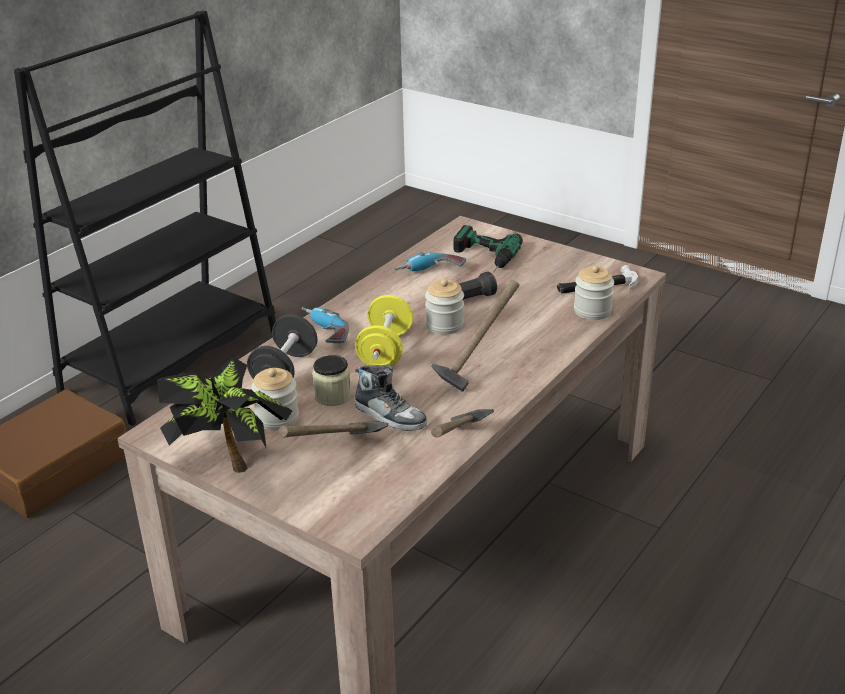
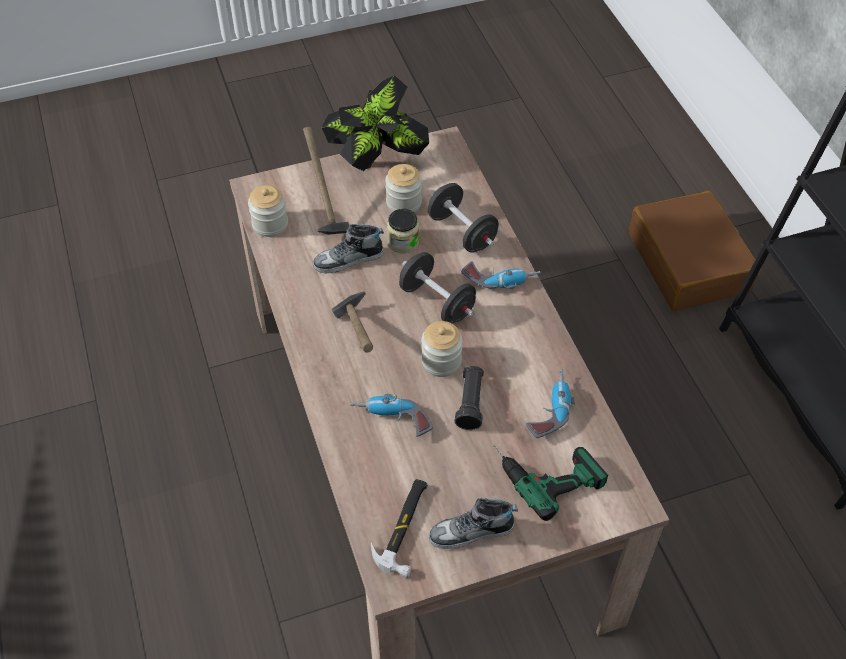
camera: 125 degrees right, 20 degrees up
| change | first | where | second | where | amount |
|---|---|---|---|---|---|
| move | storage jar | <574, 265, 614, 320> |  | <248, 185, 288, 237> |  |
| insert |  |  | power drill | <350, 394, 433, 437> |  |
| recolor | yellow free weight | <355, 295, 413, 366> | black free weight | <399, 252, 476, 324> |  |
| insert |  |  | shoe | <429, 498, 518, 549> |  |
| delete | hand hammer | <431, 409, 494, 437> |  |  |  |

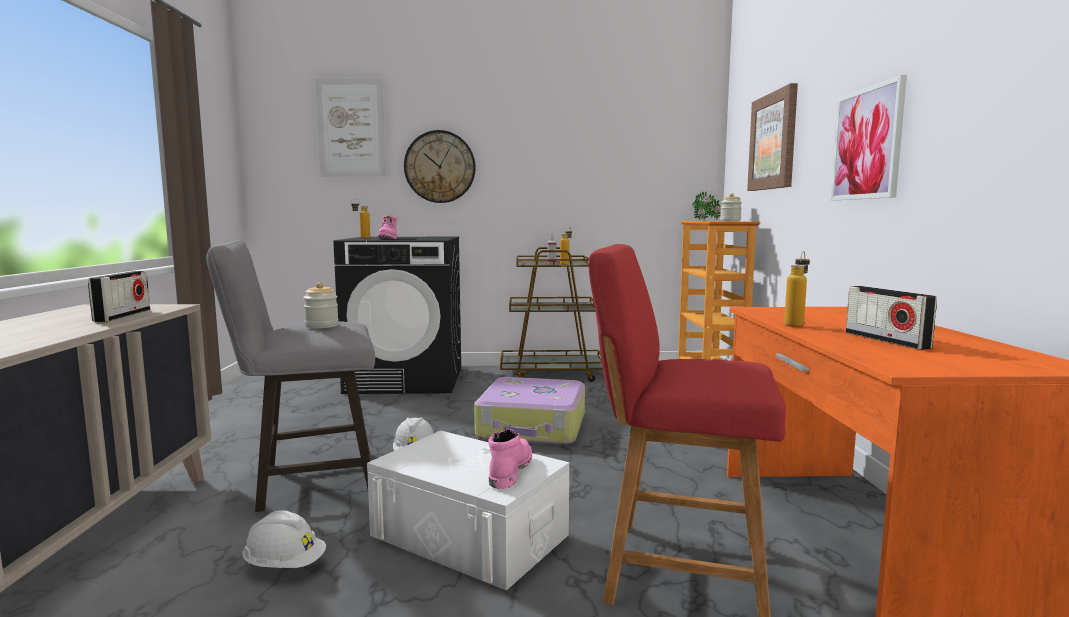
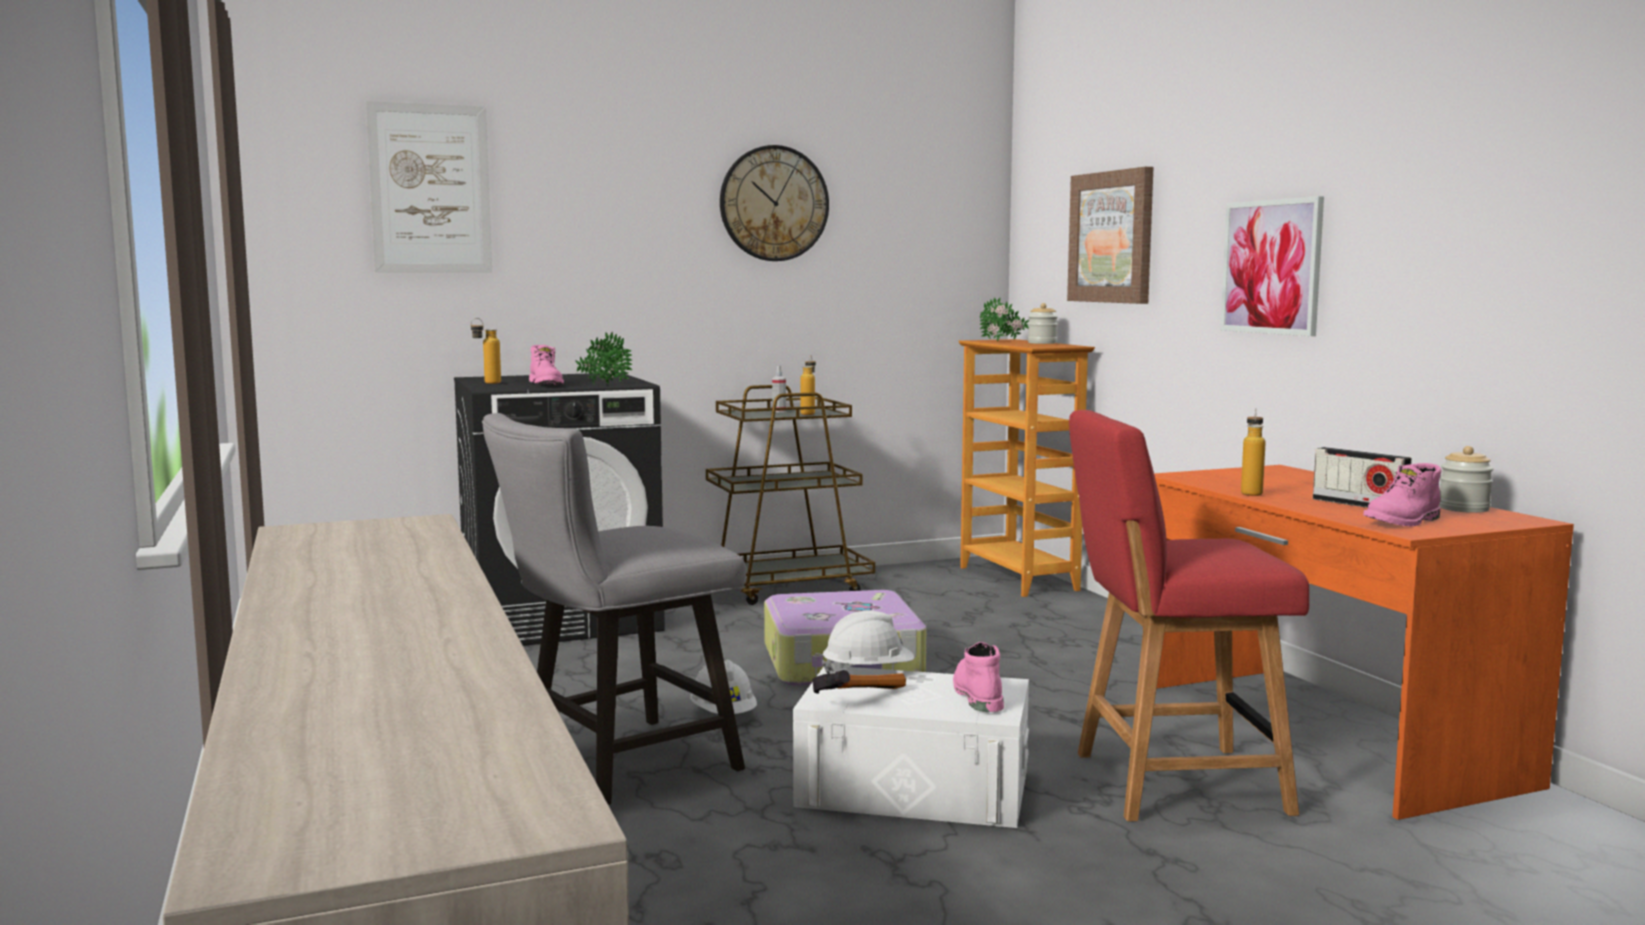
camera: 20 degrees left, 0 degrees up
| change | first | where | second | where | amount |
|---|---|---|---|---|---|
| insert |  |  | potted plant | <575, 332, 633, 384> |  |
| move | hanging clock | <404, 130, 476, 203> |  | <720, 145, 829, 261> |  |
| insert |  |  | hand hammer | <812, 670, 906, 694> |  |
| move | white safety helmet | <242, 510, 326, 568> |  | <822, 610, 914, 674> |  |
| insert |  |  | pinkish high-top boot | <1363, 463, 1442, 527> |  |
| move | storage jar | <303, 282, 339, 328> |  | <1439, 446, 1493, 513> |  |
| delete | radio receiver | <88, 271, 150, 322> |  |  |  |

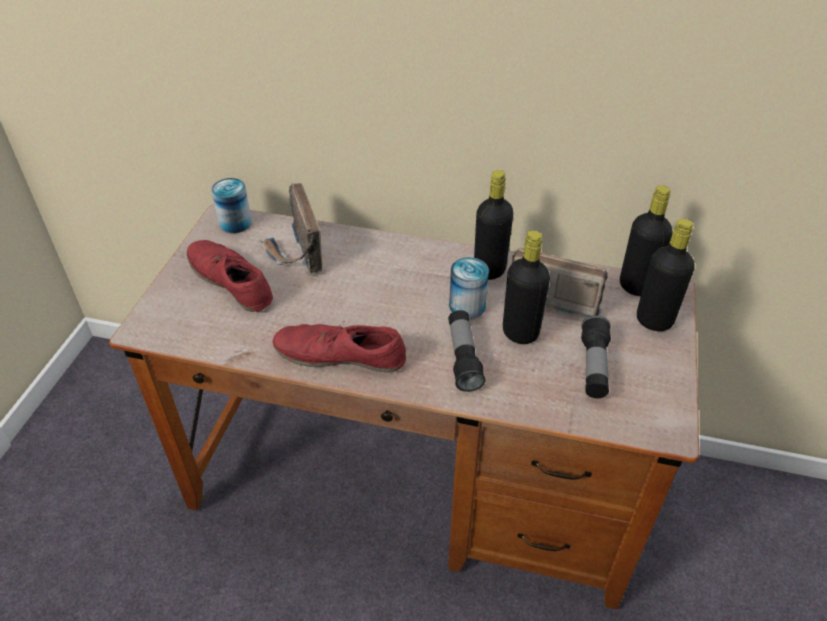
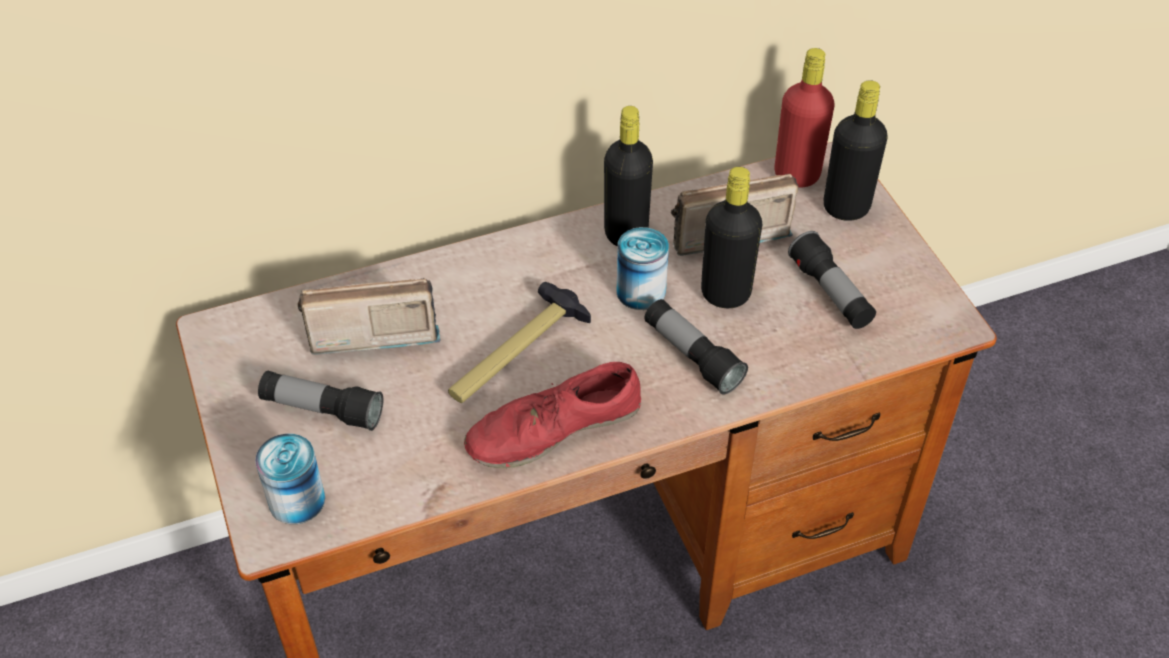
camera: 35 degrees left, 5 degrees up
| change | first | where | second | where | amount |
|---|---|---|---|---|---|
| move | can | <211, 178, 252, 233> |  | <255, 434, 325, 524> |  |
| replace | red shoe | <187, 240, 273, 312> | flashlight | <258, 371, 383, 431> |  |
| rotate | radio receiver | <260, 183, 322, 275> |  | <298, 278, 441, 355> | 135 degrees clockwise |
| insert |  |  | hand hammer | <448, 282, 591, 403> |  |
| recolor | black beverage bottle | <620, 185, 673, 296> | red beverage bottle | <774, 48, 835, 188> |  |

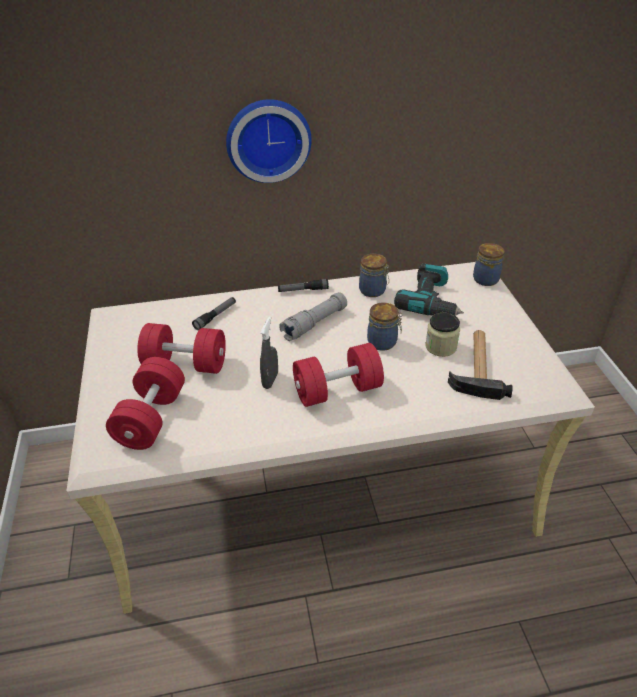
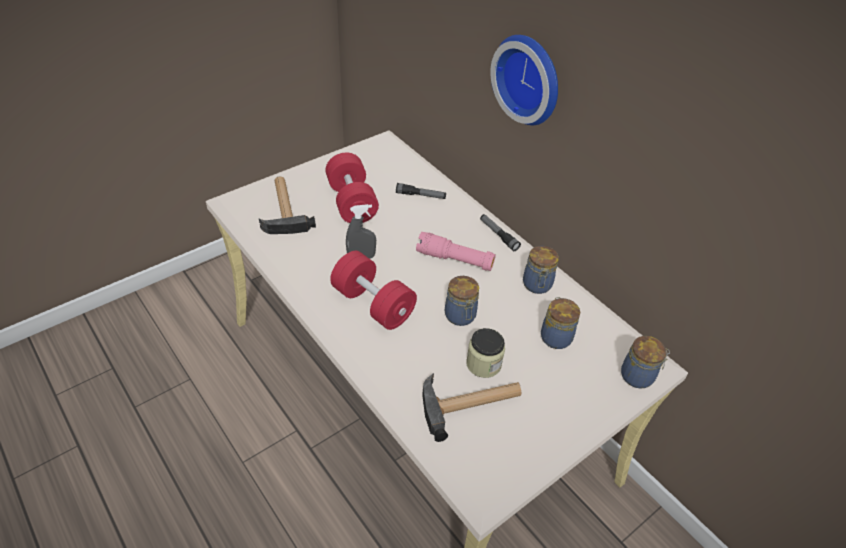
camera: 60 degrees right, 5 degrees up
| change | first | where | second | where | amount |
|---|---|---|---|---|---|
| replace | red free weight | <106, 357, 185, 450> | hand hammer | <259, 176, 316, 234> |  |
| recolor | gray flashlight | <279, 292, 347, 341> | pinkish flashlight | <416, 232, 496, 271> |  |
| replace | power drill | <394, 263, 464, 316> | storage jar | <541, 297, 580, 349> |  |

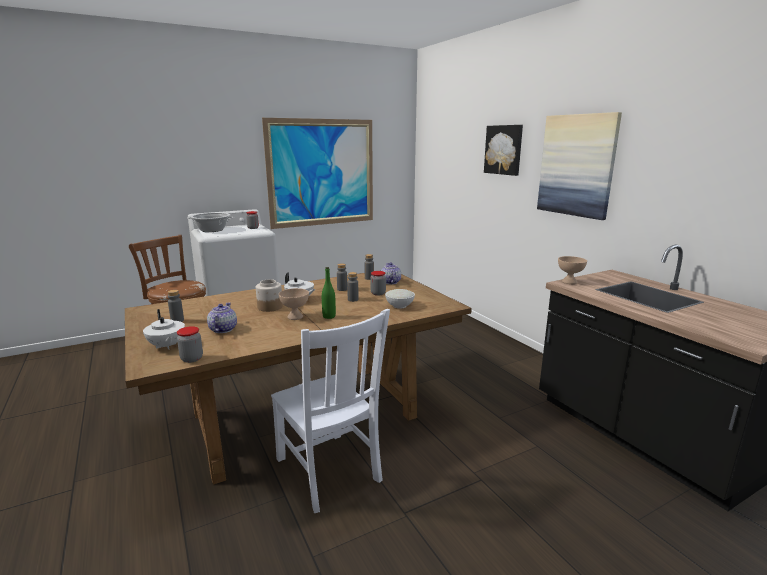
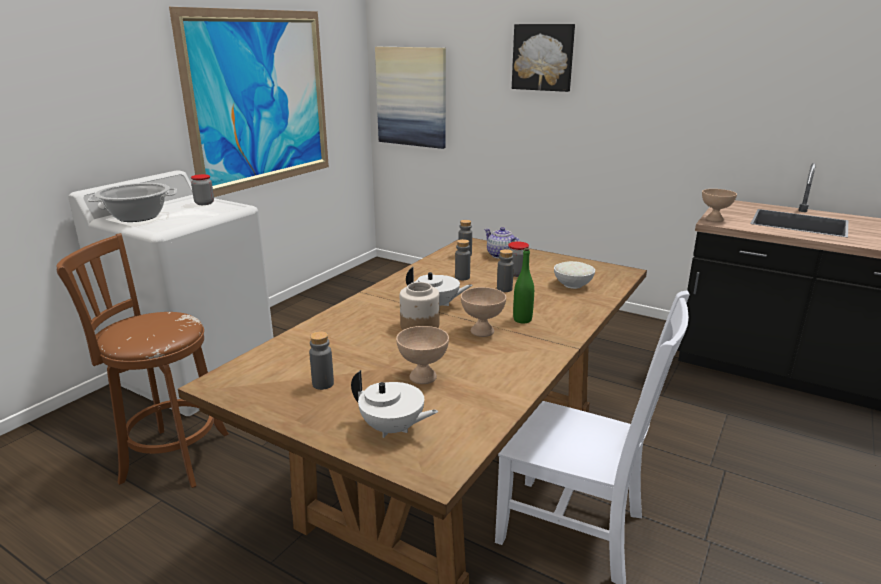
camera: 30 degrees left, 5 degrees up
| change | first | where | second | where | amount |
|---|---|---|---|---|---|
| move | wall art | <537, 112, 622, 220> |  | <375, 47, 446, 149> |  |
| replace | teapot | <207, 303, 237, 333> | beige-coloured bowl | <396, 326, 449, 384> |  |
| delete | storage jar | <177, 326, 203, 363> |  |  |  |

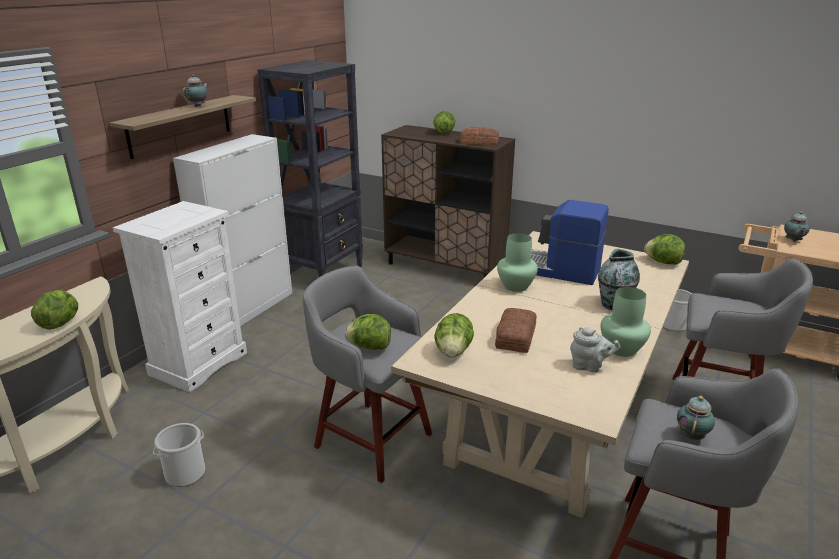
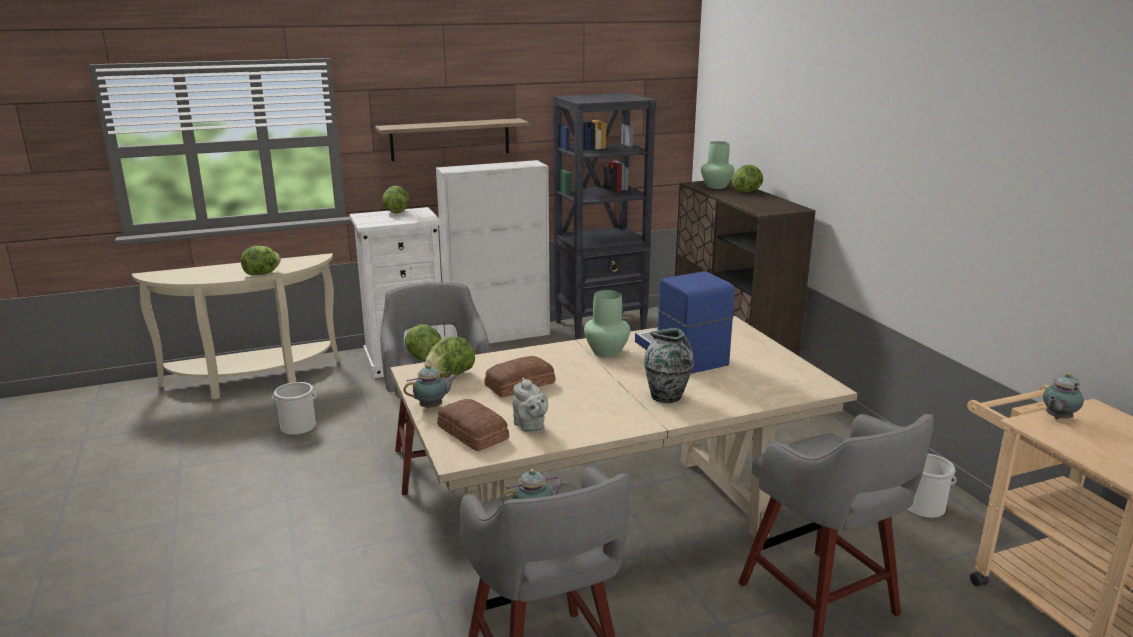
camera: 40 degrees right, 5 degrees down
| change | first | where | second | where | amount |
|---|---|---|---|---|---|
| move | lettuce | <644, 234, 685, 265> |  | <382, 186, 410, 214> |  |
| move | teapot | <183, 75, 208, 107> |  | <403, 364, 457, 408> |  |
| move | bakery bread | <460, 127, 499, 145> |  | <437, 399, 509, 452> |  |
| move | greenish flower vase | <600, 287, 651, 357> |  | <701, 141, 734, 189> |  |

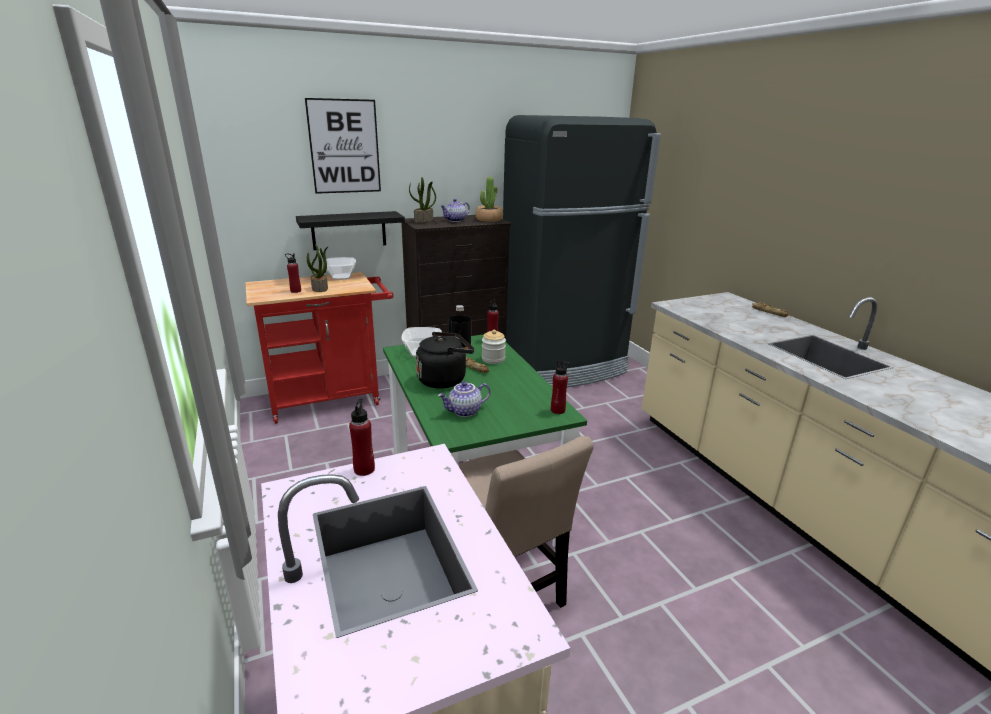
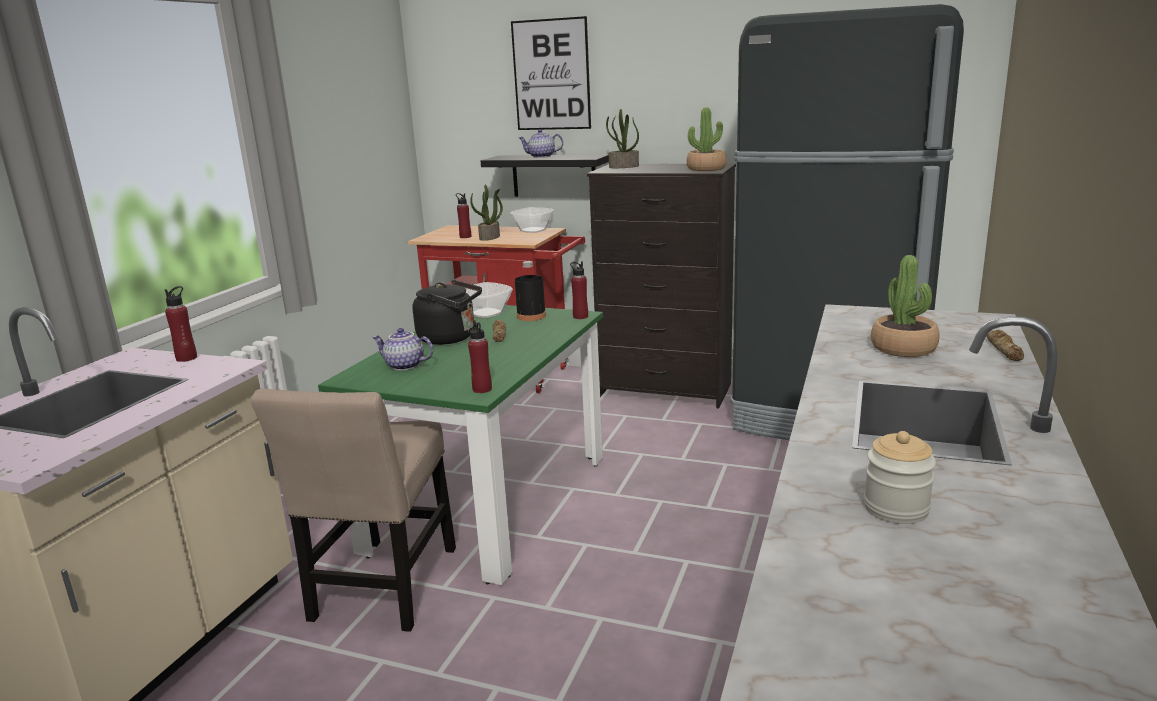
camera: 45 degrees right, 5 degrees down
| change | first | where | second | where | amount |
|---|---|---|---|---|---|
| move | teapot | <440, 199, 470, 222> |  | <519, 129, 563, 158> |  |
| move | storage jar | <482, 330, 506, 364> |  | <864, 431, 936, 524> |  |
| insert |  |  | potted plant | <871, 255, 940, 357> |  |

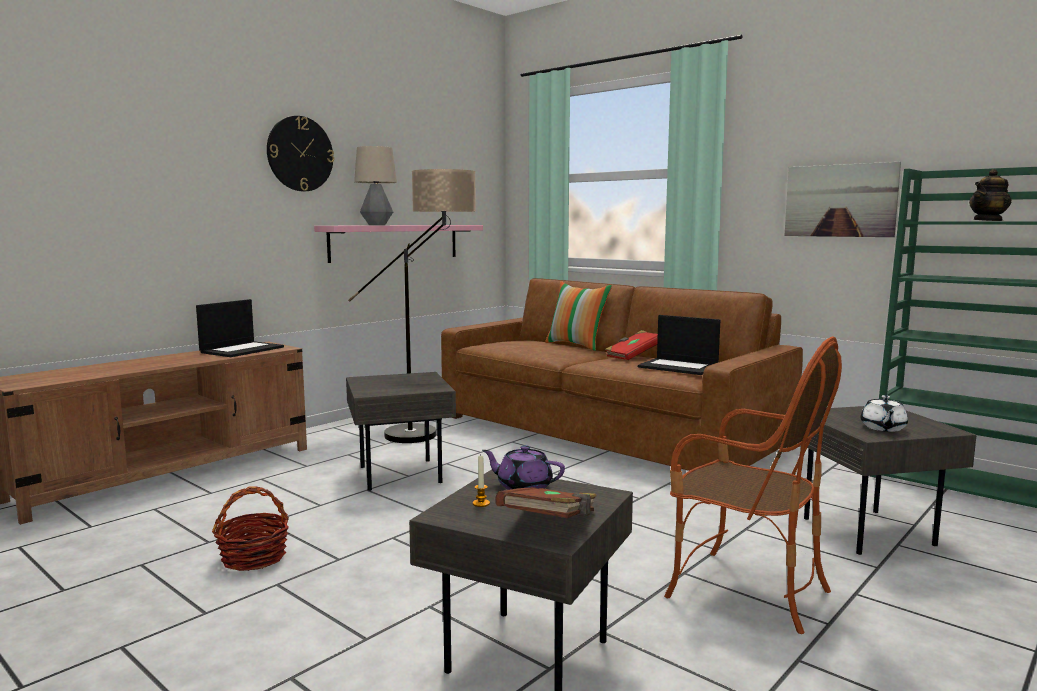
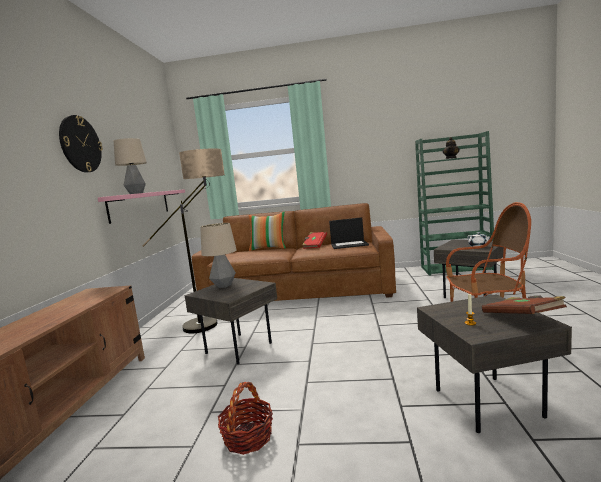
camera: 35 degrees left, 0 degrees up
| change | first | where | second | where | amount |
|---|---|---|---|---|---|
| insert |  |  | tabletop lamp | <200, 223, 237, 288> |  |
| delete | notebook computer | <196, 299, 284, 357> |  |  |  |
| delete | purple teapot | <482, 445, 565, 490> |  |  |  |
| delete | wall art | <784, 162, 901, 237> |  |  |  |

